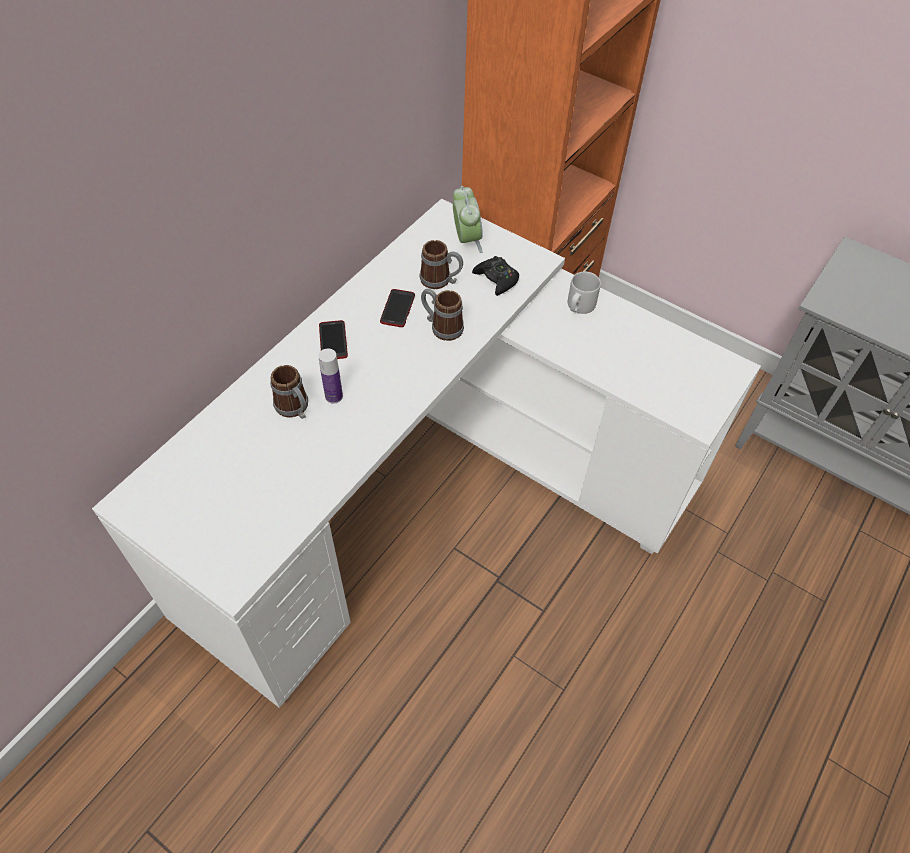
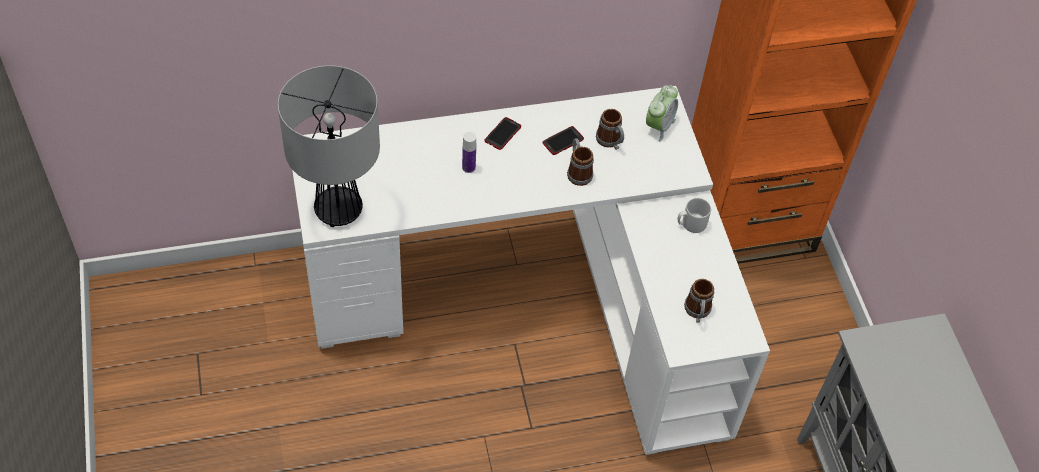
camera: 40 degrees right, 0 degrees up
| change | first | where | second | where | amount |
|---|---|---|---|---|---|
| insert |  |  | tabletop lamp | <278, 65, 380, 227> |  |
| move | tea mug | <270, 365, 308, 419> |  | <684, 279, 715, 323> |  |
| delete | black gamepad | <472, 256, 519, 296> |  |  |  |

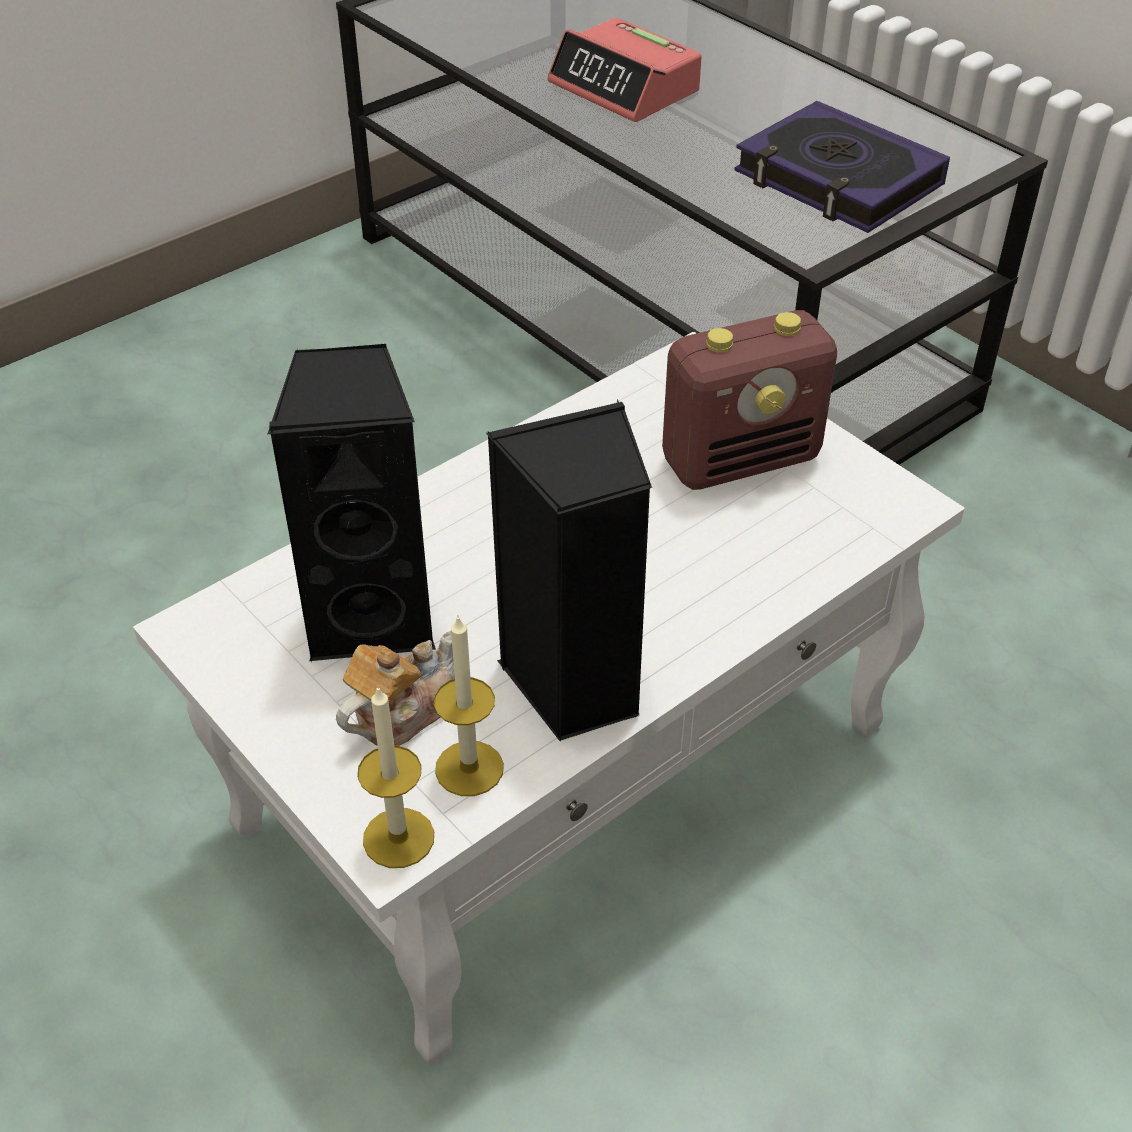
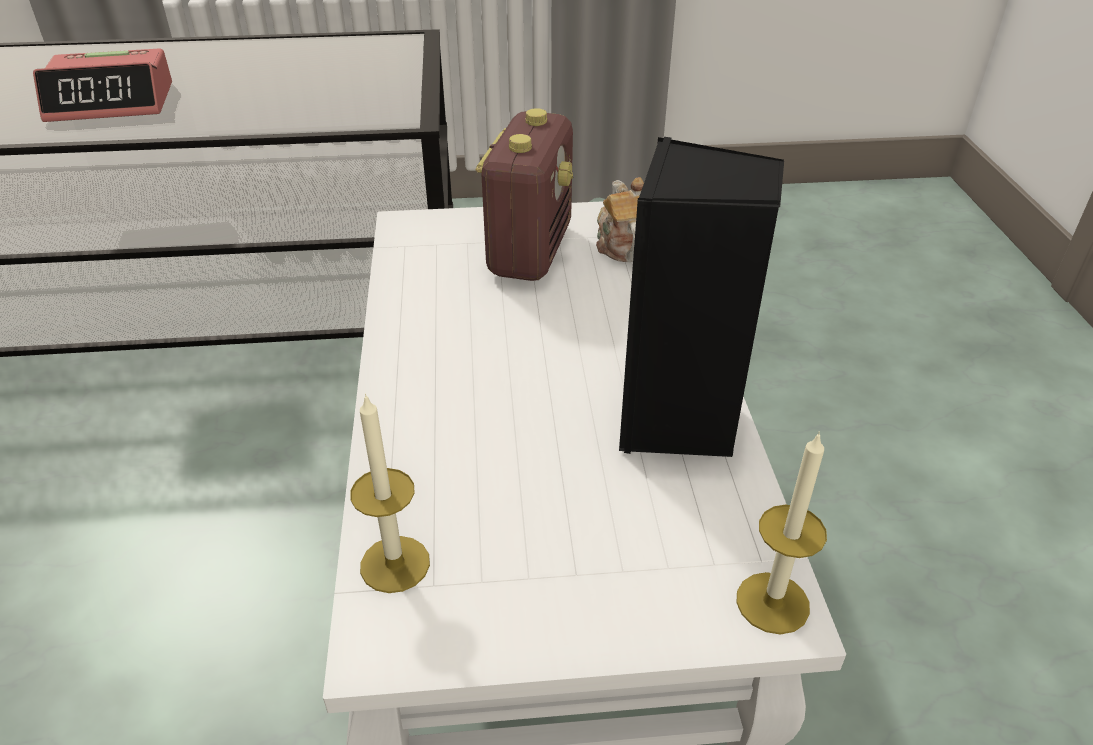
camera: 55 degrees left, 5 degrees down
| change | first | where | second | where | amount |
|---|---|---|---|---|---|
| move | candle | <434, 615, 504, 796> |  | <350, 393, 430, 593> |  |
| move | teapot | <336, 631, 455, 746> |  | <596, 177, 644, 262> |  |
| delete | black audio speaker | <268, 344, 436, 663> |  |  |  |
| delete | volume | <734, 101, 950, 233> |  |  |  |

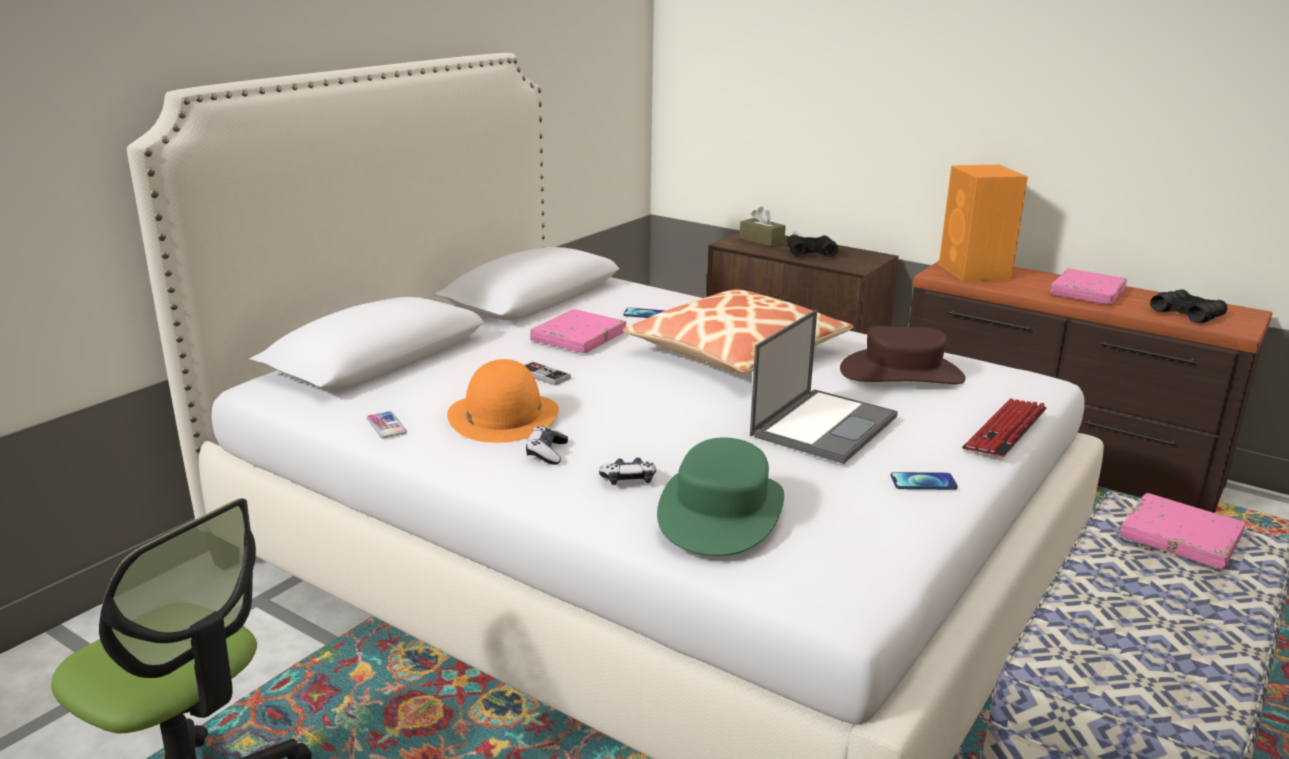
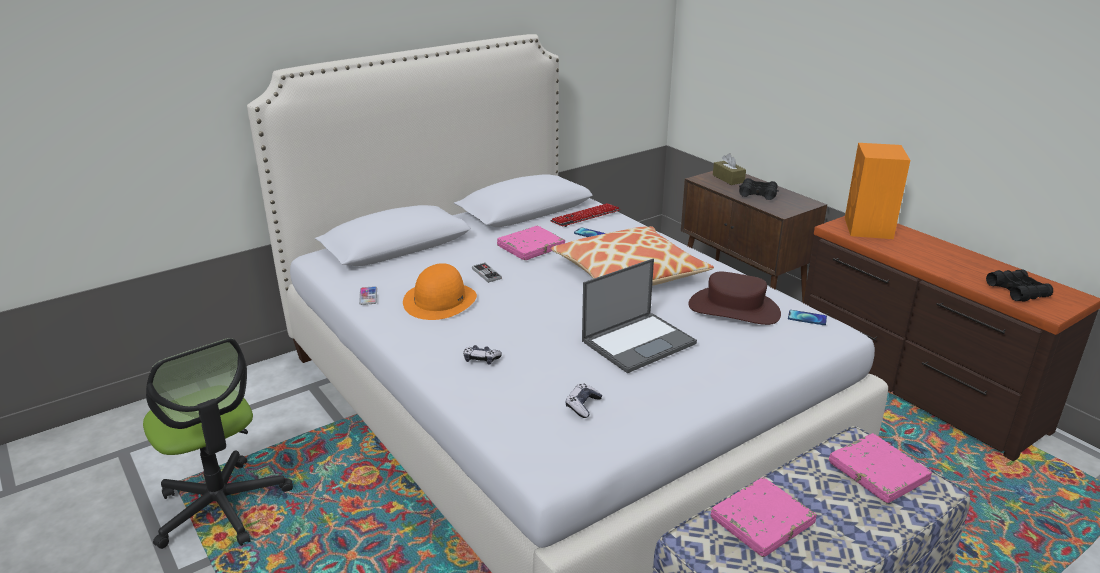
camera: 20 degrees right, 5 degrees up
| change | first | where | second | where | amount |
|---|---|---|---|---|---|
| move | PC keyboard | <962, 398, 1047, 457> |  | <550, 203, 620, 227> |  |
| move | gamepad | <526, 426, 568, 465> |  | <566, 384, 602, 418> |  |
| move | pinkish volume | <1050, 269, 1127, 304> |  | <711, 477, 817, 557> |  |
| move | phone | <891, 472, 958, 490> |  | <788, 310, 827, 325> |  |
| delete | greenish clothing hat | <657, 438, 784, 556> |  |  |  |

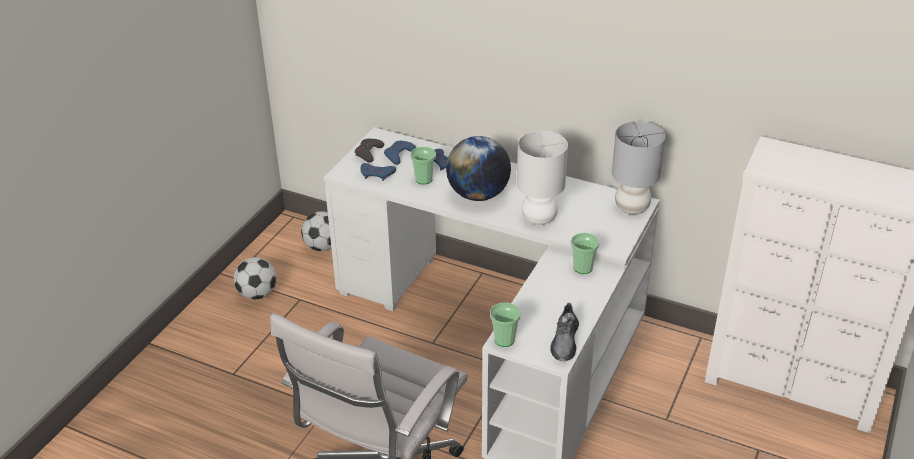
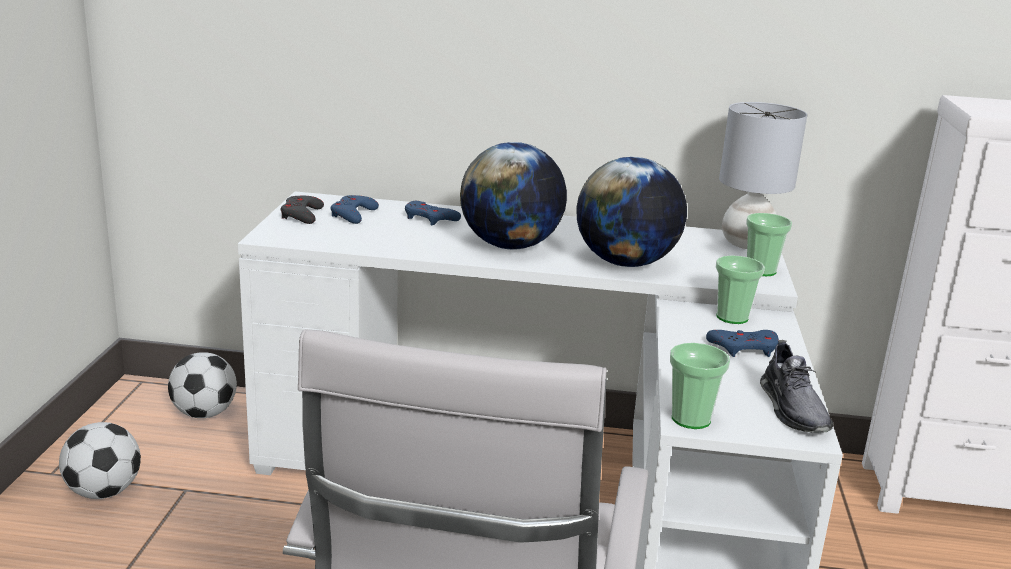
camera: 20 degrees left, 15 degrees down
| change | first | where | second | where | amount |
|---|---|---|---|---|---|
| replace | white tabletop lamp | <517, 131, 568, 225> | globe | <576, 157, 687, 267> |  |
| move | blue gamepad | <360, 163, 396, 181> |  | <706, 330, 779, 357> |  |
| move | cup | <410, 147, 436, 185> |  | <746, 213, 792, 276> |  |

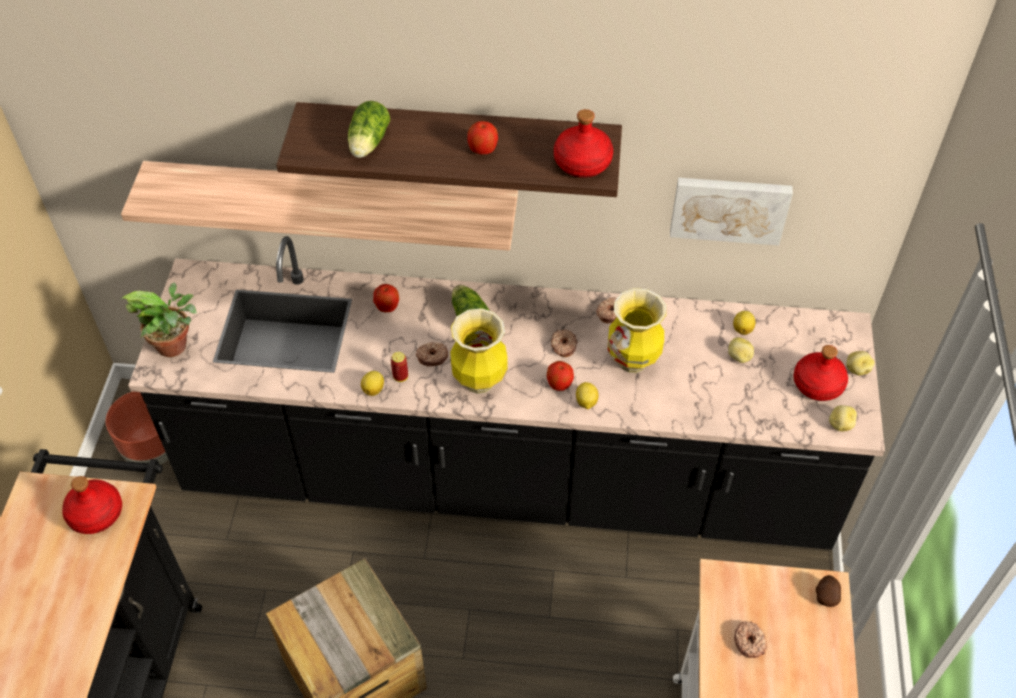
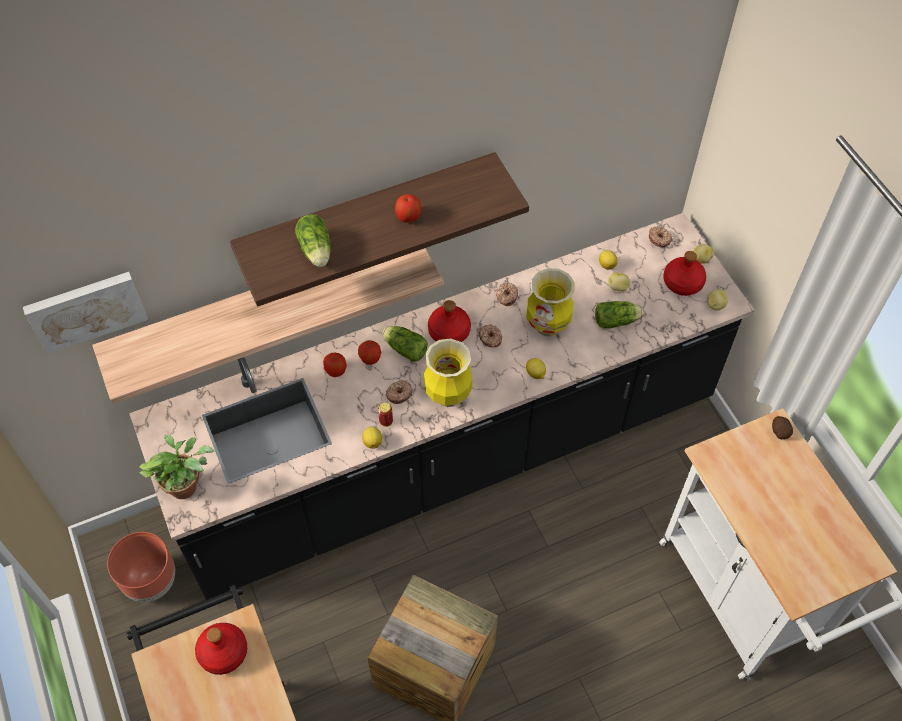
camera: 30 degrees left, 5 degrees up
| change | first | where | second | where | amount |
|---|---|---|---|---|---|
| move | wall art | <670, 178, 793, 246> |  | <23, 272, 148, 355> |  |
| move | whole apple | <546, 361, 574, 391> |  | <358, 340, 381, 365> |  |
| move | red beverage bottle | <554, 109, 613, 178> |  | <428, 300, 471, 342> |  |
| insert |  |  | lettuce | <595, 301, 643, 329> |  |
| move | donut | <734, 621, 767, 658> |  | <649, 226, 673, 247> |  |

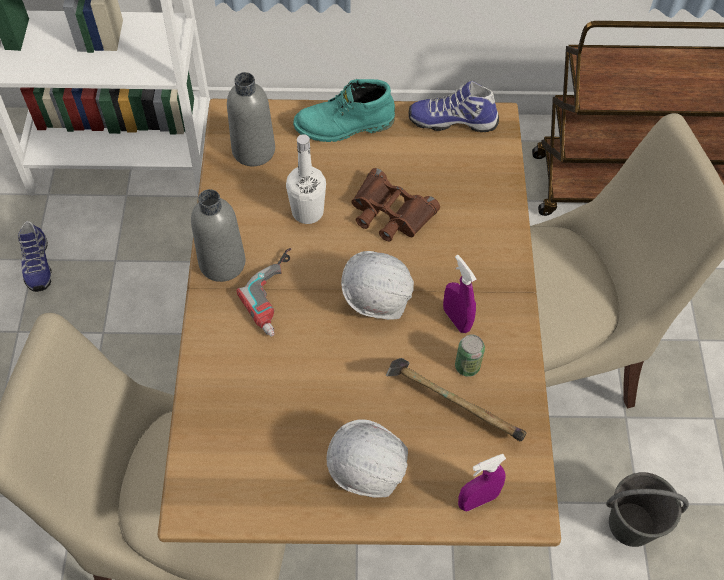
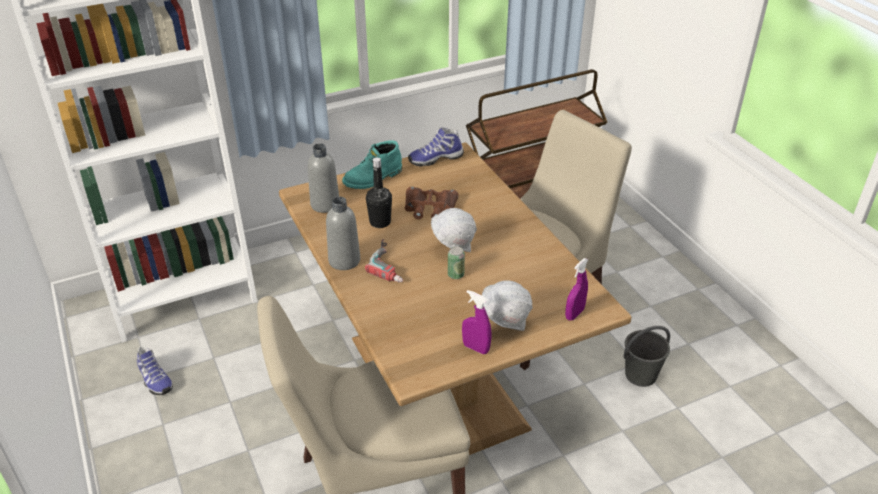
camera: 25 degrees left, 20 degrees down
| change | first | where | second | where | amount |
|---|---|---|---|---|---|
| recolor | white beverage bottle | <286, 134, 326, 224> | black beverage bottle | <366, 157, 392, 228> |  |
| move | can | <455, 334, 485, 377> |  | <448, 246, 465, 279> |  |
| move | purple hand sprayer | <443, 255, 477, 333> |  | <462, 290, 491, 354> |  |
| delete | hand hammer | <386, 358, 526, 441> |  |  |  |

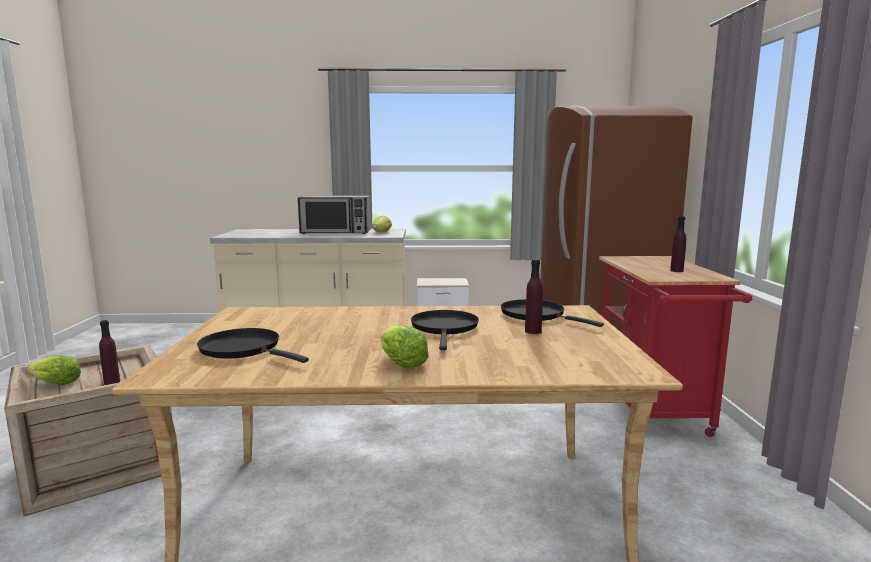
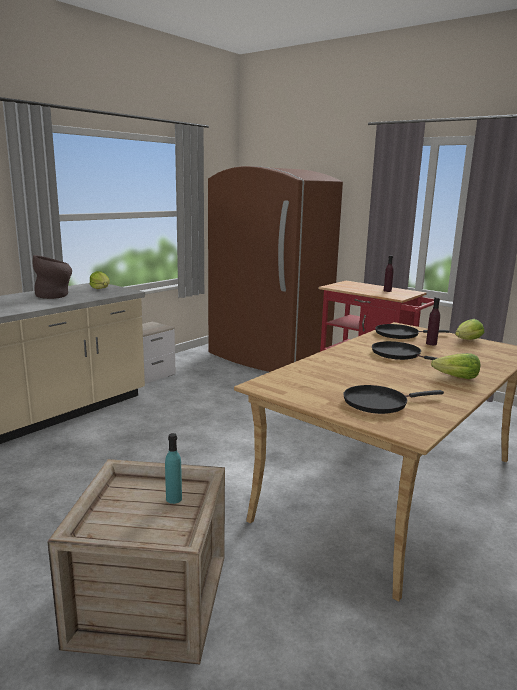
camera: 50 degrees left, 5 degrees up
| change | first | where | second | where | amount |
|---|---|---|---|---|---|
| replace | kitchen microwave | <298, 195, 371, 234> | brownish flower vase | <32, 255, 72, 299> |  |
| recolor | purple beverage bottle | <99, 320, 120, 385> | blue-green beverage bottle | <165, 433, 182, 504> |  |
| move | lettuce | <27, 356, 81, 385> |  | <455, 319, 484, 340> |  |

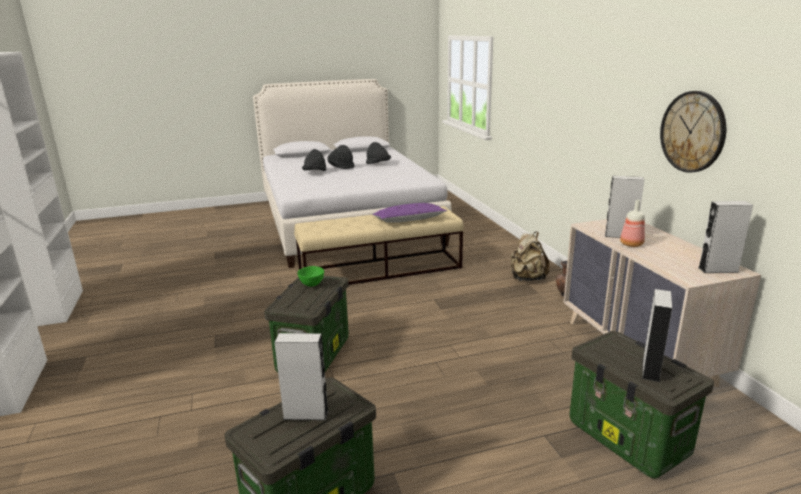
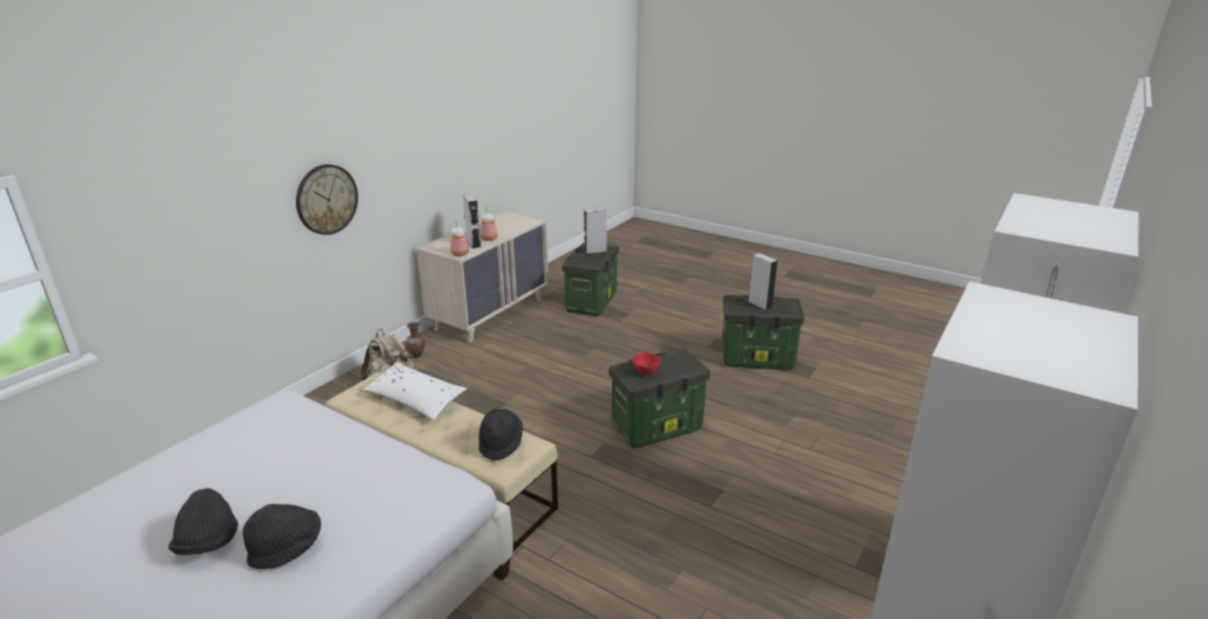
camera: 130 degrees left, 5 degrees up
| change | first | where | second | where | amount |
|---|---|---|---|---|---|
| move | hanging clock | <660, 91, 726, 173> |  | <296, 164, 358, 235> |  |
| recolor | purple cushion | <372, 203, 447, 223> | white cushion | <363, 361, 467, 420> |  |
| insert |  |  | beverage bottle | <451, 219, 469, 256> |  |
| move | black clothing hat | <366, 142, 391, 164> |  | <479, 409, 523, 461> |  |
| recolor | greenish bowl | <298, 266, 324, 287> | red bowl | <633, 353, 661, 375> |  |
| delete | gray audio speaker | <699, 201, 753, 273> |  |  |  |

